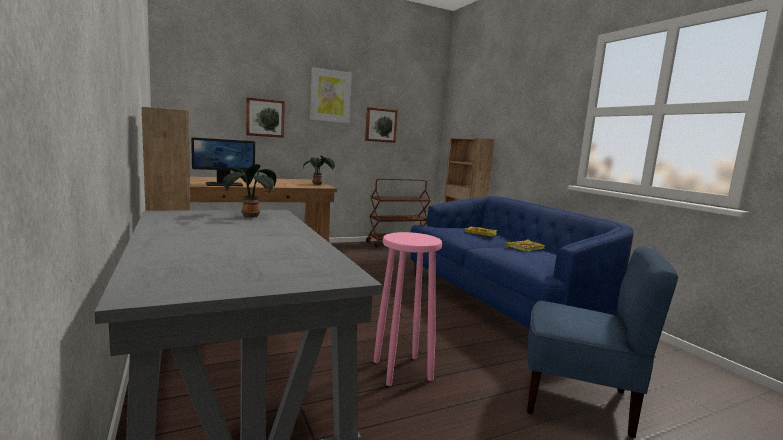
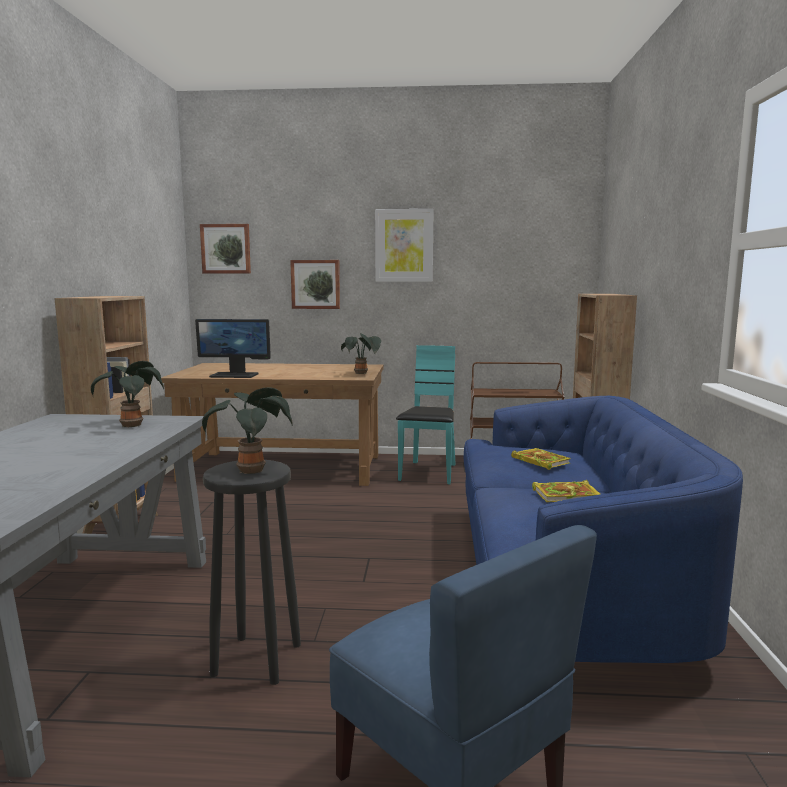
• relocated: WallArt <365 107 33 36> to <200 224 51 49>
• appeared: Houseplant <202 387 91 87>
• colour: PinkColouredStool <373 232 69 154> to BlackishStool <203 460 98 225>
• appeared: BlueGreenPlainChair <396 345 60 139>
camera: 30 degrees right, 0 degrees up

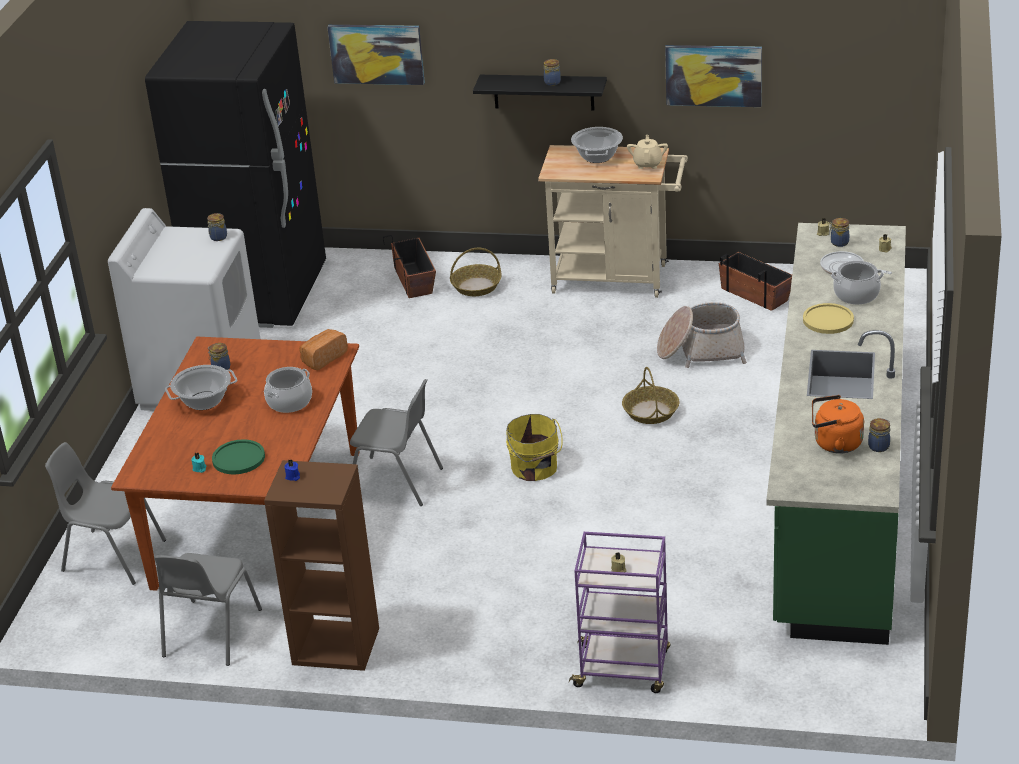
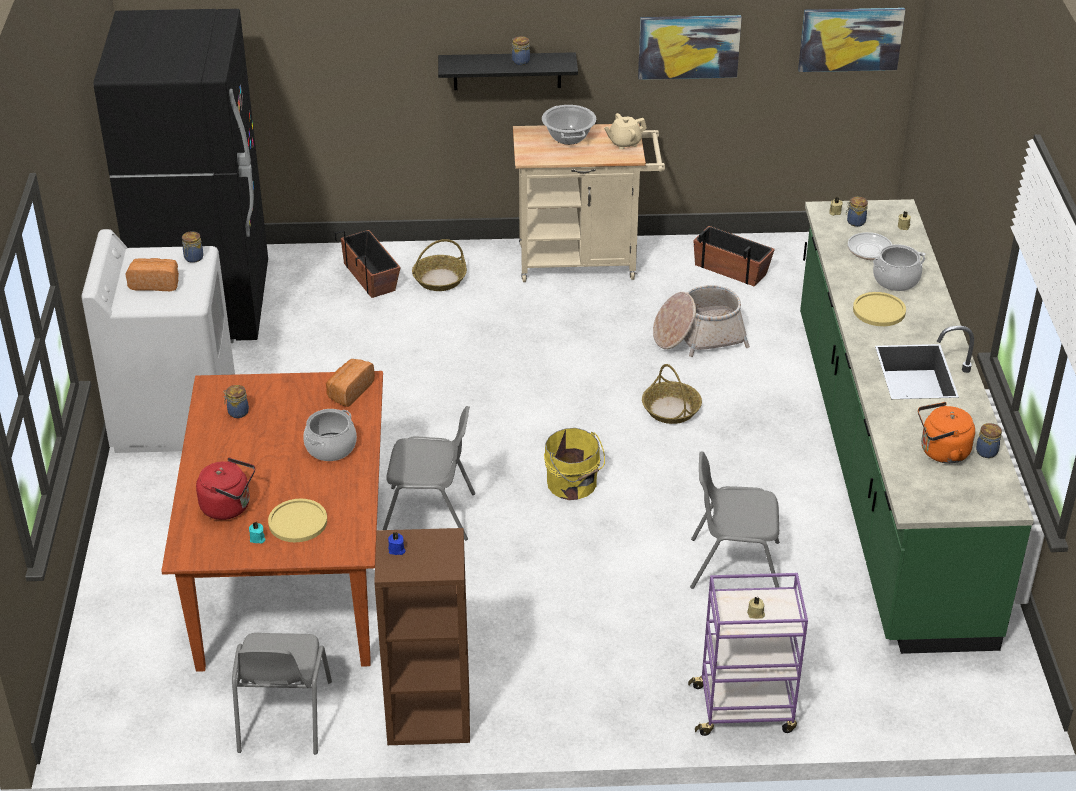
• appeared: BakedBread <125 258 54 33>
• appeared: ReddishKettle <196 458 59 62>
• colour: GreenPlate <212 439 53 35> to YellowPlate <268 499 59 43>
• spun: BeigeColouredTeaPot <627 135 41 34> = <604 113 43 37> 105 degrees counterclockwise
• relocated: GrayPlainChair <45 442 121 143> to <690 451 89 138>
• relocated: WallArt <327 25 98 60> to <798 8 107 64>
• missing: Stockpot <165 365 72 45>
camera: 15 degrees left, 5 degrees up

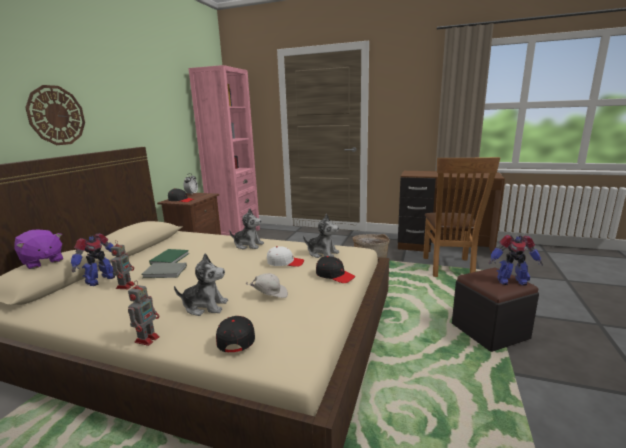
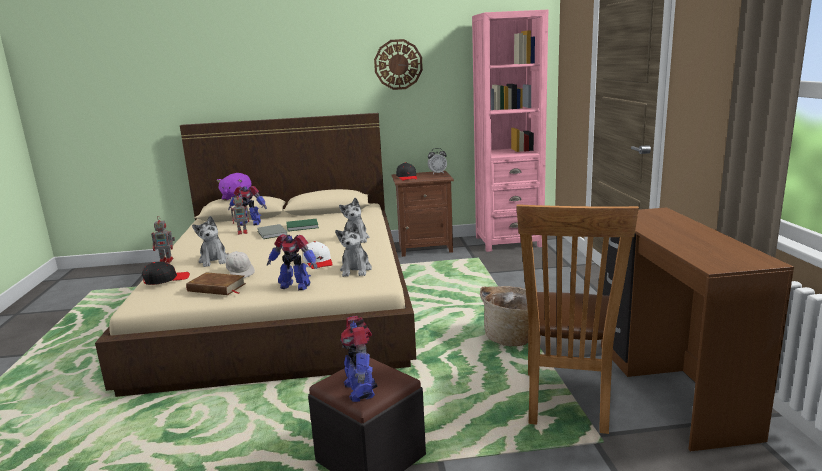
• appeared: BrownColouredVolume <186 272 60 23>
• exchanged: BlackishBaseballCap <316 256 39 27> to ToyRobot <267 234 50 56>
• relocated: HangingClock <25 85 60 60> to <374 39 49 51>
• spun: BrownColouredPlainChair <423 157 77 120> = <516 204 123 230> 60 degrees counterclockwise
camera: 65 degrees right, 0 degrees up

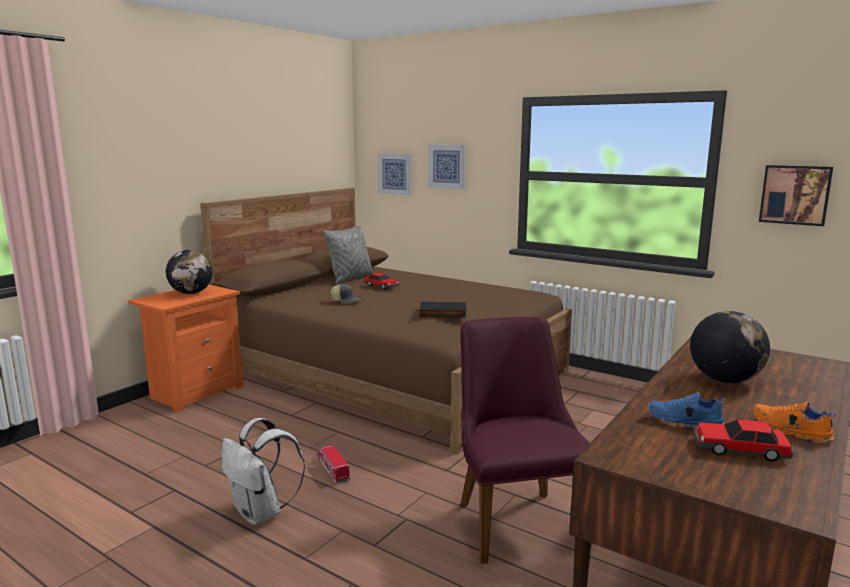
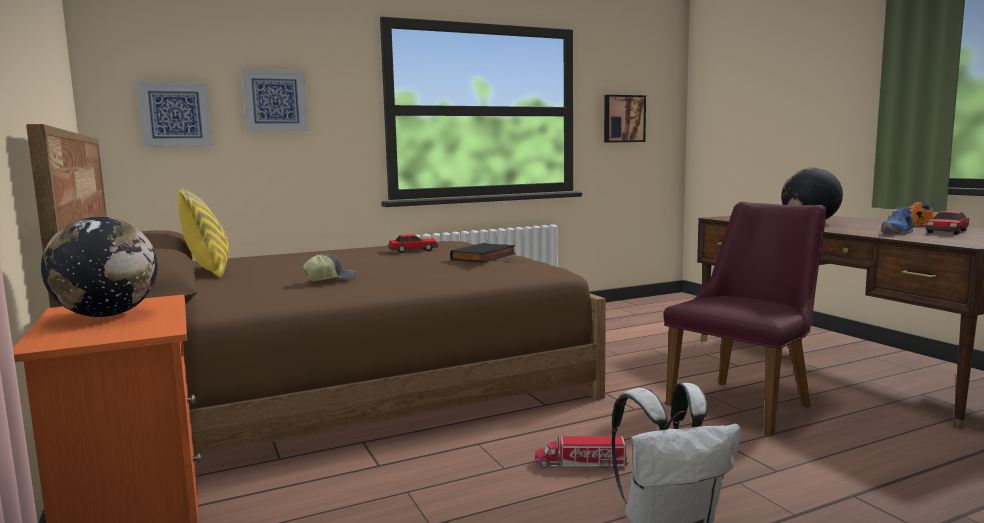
• colour: GrayCushion <323 225 51 59> to YellowCushion <177 188 52 90>
• relocated: MiniatureCar <364 273 35 16> to <388 234 50 19>
• spun: PurplishPlainChair <460 317 130 247> = <663 202 164 235> 120 degrees clockwise
camera: 60 degrees left, 5 degrees down

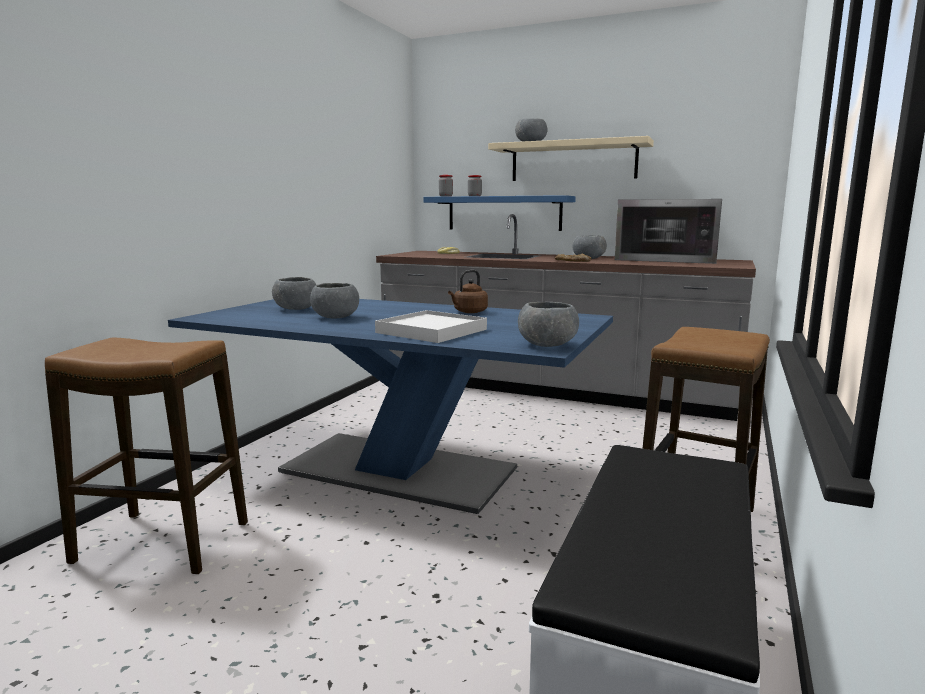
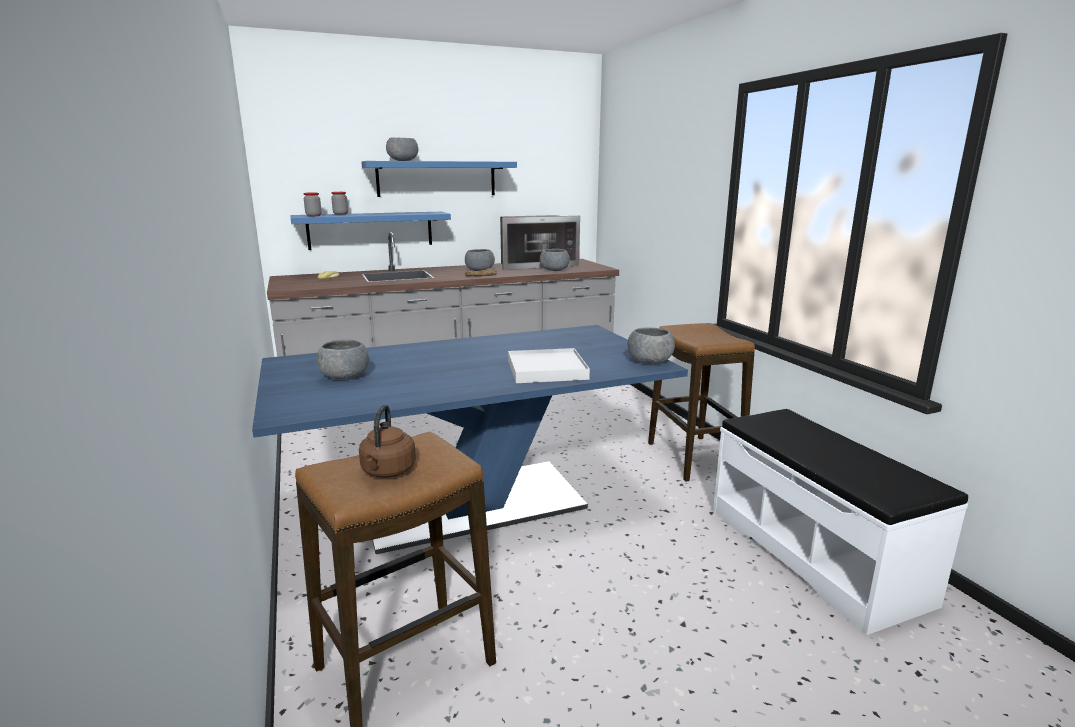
• relocated: BrownColouredKettle <448 270 40 43> to <359 405 57 73>
• colour: BeigeColouredWallShelf <488 136 166 45> to BlueColouredWallShelf <361 161 156 36>
• relocated: GrayDeepDish <310 283 49 36> to <540 249 30 22>
camera: 45 degrees left, 5 degrees up

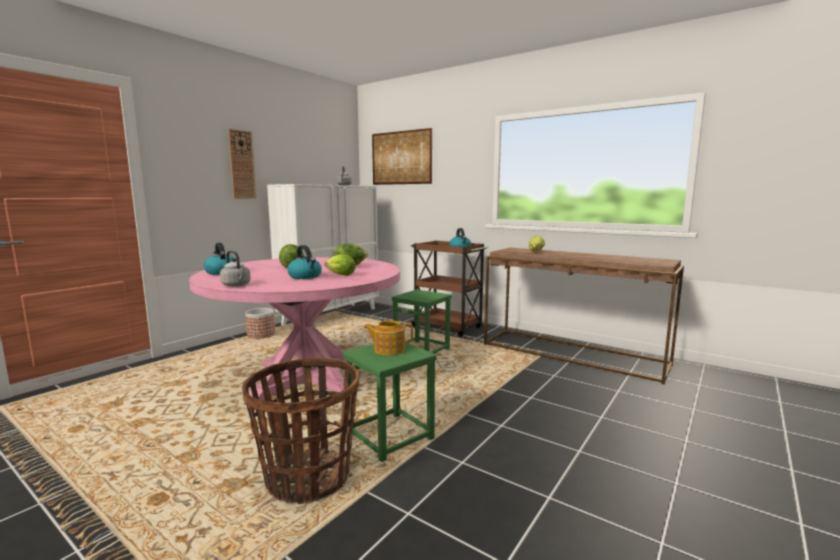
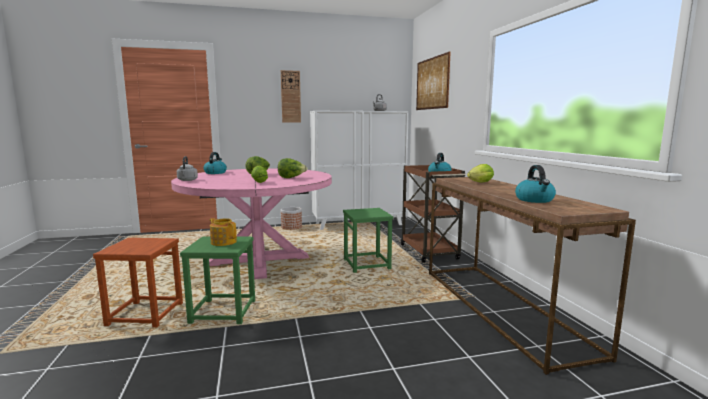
• exchanged: HouseholdBasket <242 358 117 146> to BrownColouredStool <93 238 90 89>
• relocated: Kettle <287 245 35 34> to <515 165 41 38>
camera: 40 degrees right, 0 degrees up

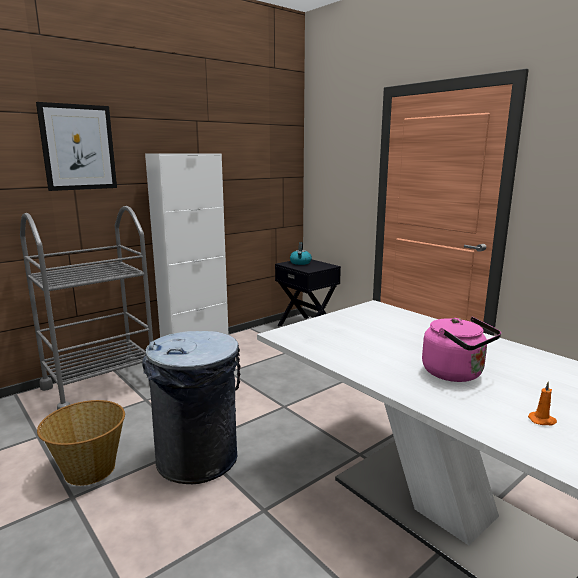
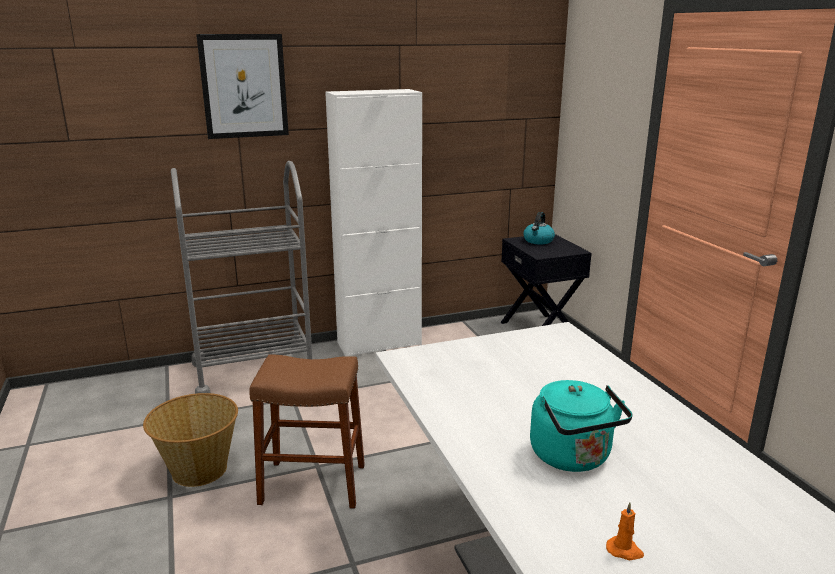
• exchanged: GrayTrashCan <142 331 98 153> to BrownColouredStool <249 354 116 155>
• colour: PinkColouredKettle <422 317 79 65> to BlueGreenKettle <530 380 103 92>
camera: 20 degrees right, 5 degrees up

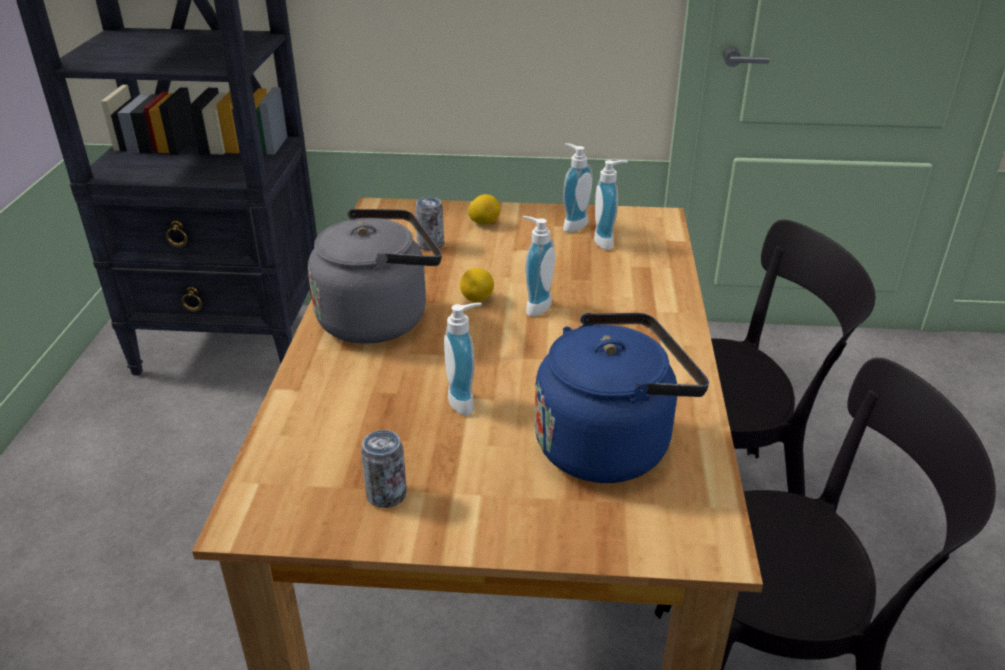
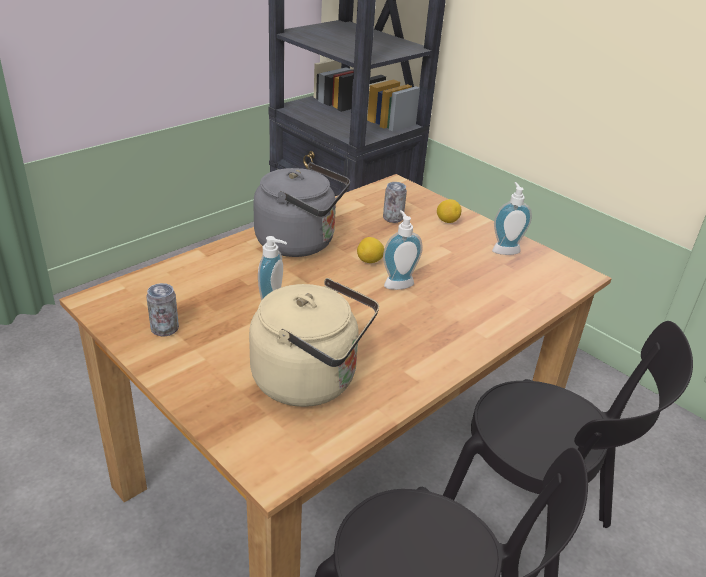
• colour: BlueColouredKettle <534 313 175 170> to BeigeColouredKettle <249 278 130 129>
• missing: SoapBottle <594 160 34 90>
camera: 40 degrees right, 0 degrees up

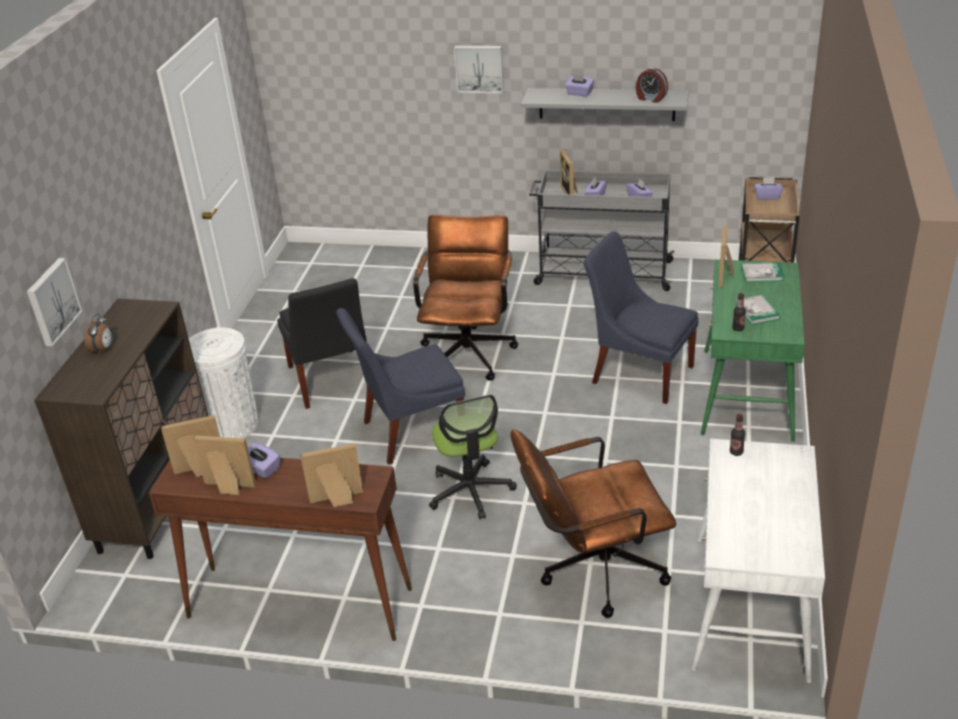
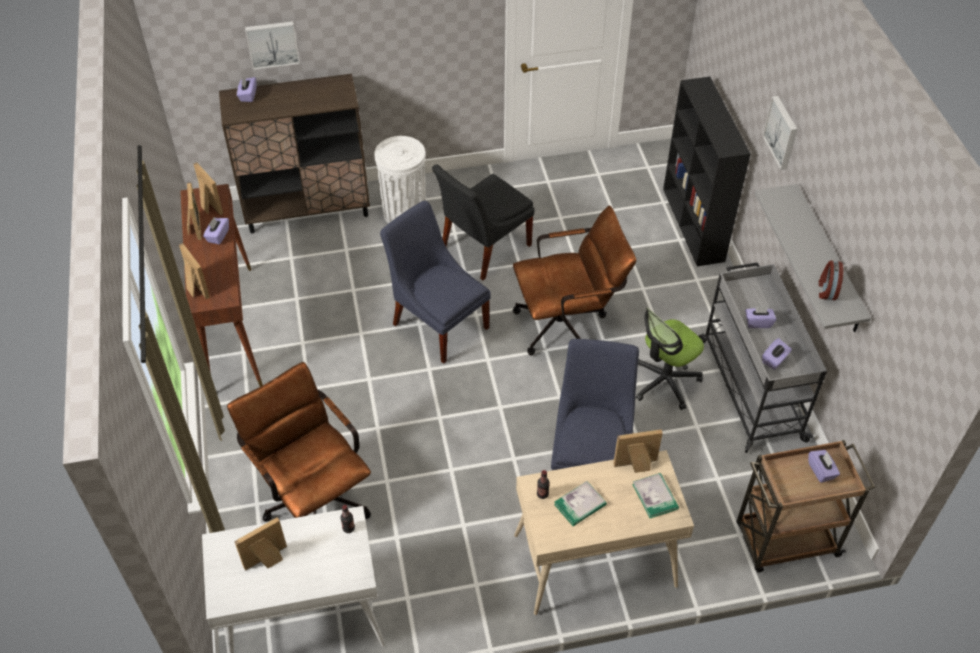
• relocated: PhotoFrame <560 150 18 45> to <234 517 53 54>
• relocated: PurplishTissueBox <565 75 29 22> to <237 77 20 25>
• colour: GreenDeskTable <701 259 104 183> to BeigeColouredDeskTable <514 450 180 165>
• relocated: OfficeChair <429 395 88 124> to <636 308 68 102>
• appeared: BlackishBookcase <663 77 87 189>
• missing: TableClock <84 314 29 40>
camera: 65 degrees right, 15 degrees up

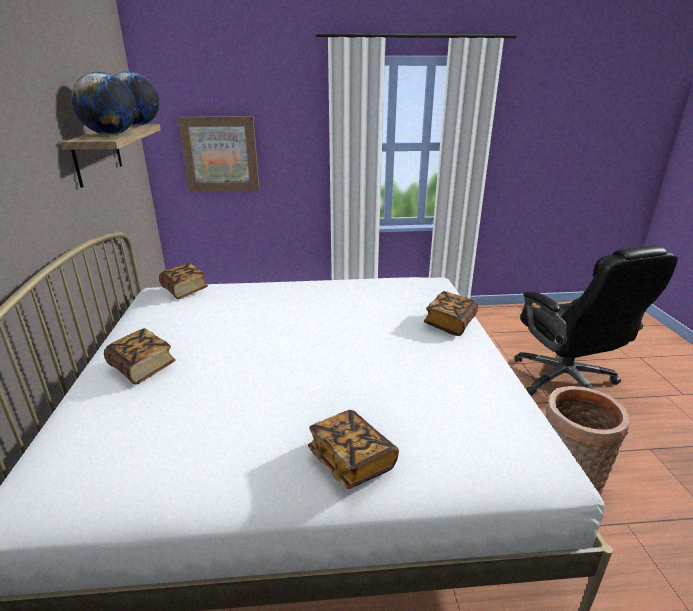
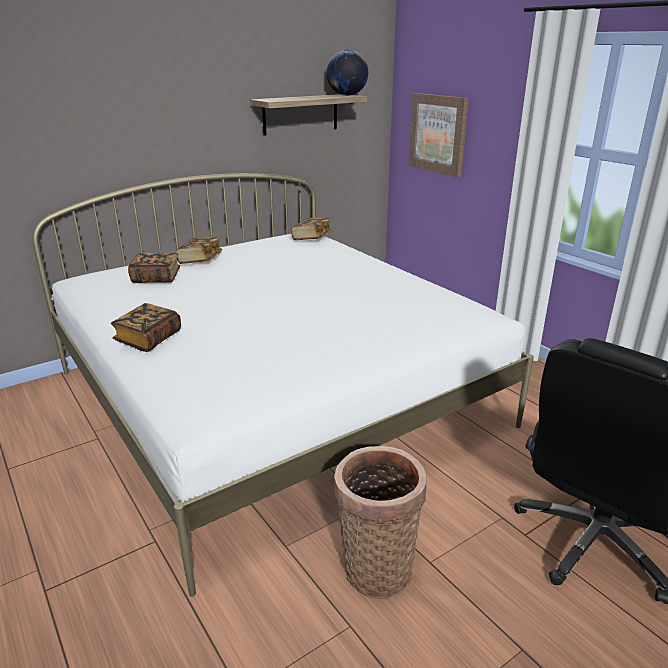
• relocated: Volume <424 291 54 45> to <128 253 52 30>
• missing: DeskGlobe <71 72 65 63>
camera: 60 degrees right, 0 degrees up

